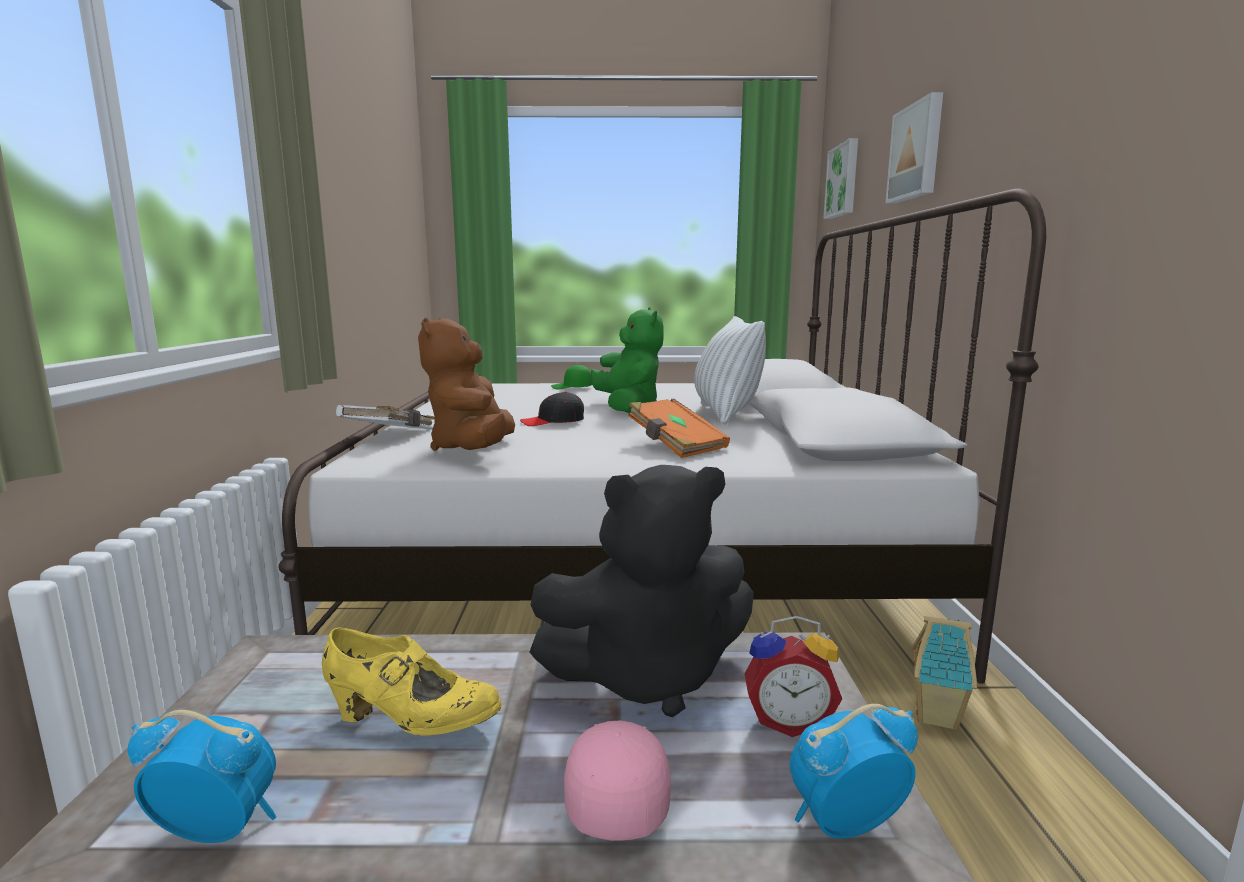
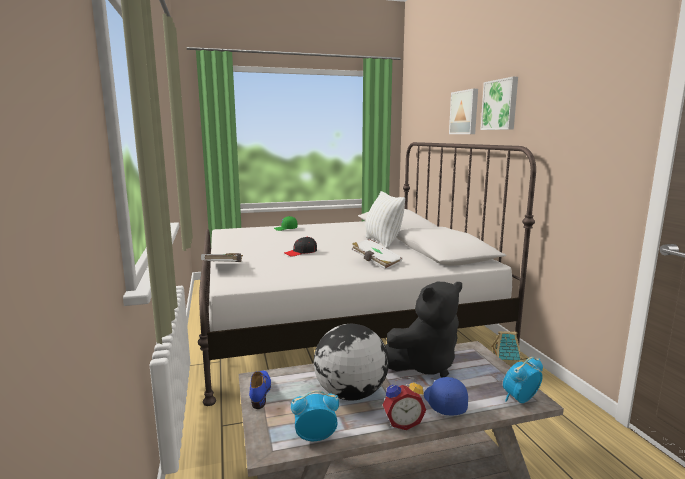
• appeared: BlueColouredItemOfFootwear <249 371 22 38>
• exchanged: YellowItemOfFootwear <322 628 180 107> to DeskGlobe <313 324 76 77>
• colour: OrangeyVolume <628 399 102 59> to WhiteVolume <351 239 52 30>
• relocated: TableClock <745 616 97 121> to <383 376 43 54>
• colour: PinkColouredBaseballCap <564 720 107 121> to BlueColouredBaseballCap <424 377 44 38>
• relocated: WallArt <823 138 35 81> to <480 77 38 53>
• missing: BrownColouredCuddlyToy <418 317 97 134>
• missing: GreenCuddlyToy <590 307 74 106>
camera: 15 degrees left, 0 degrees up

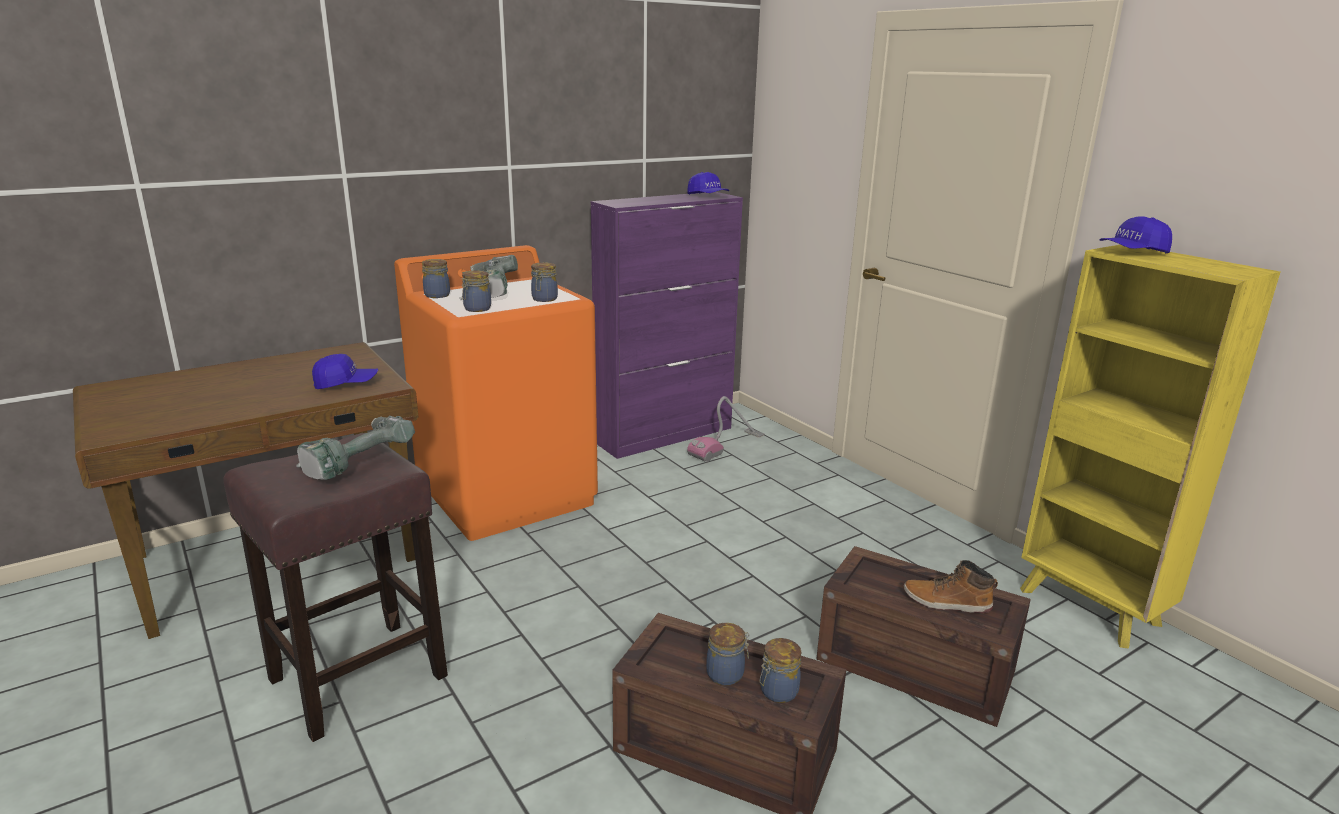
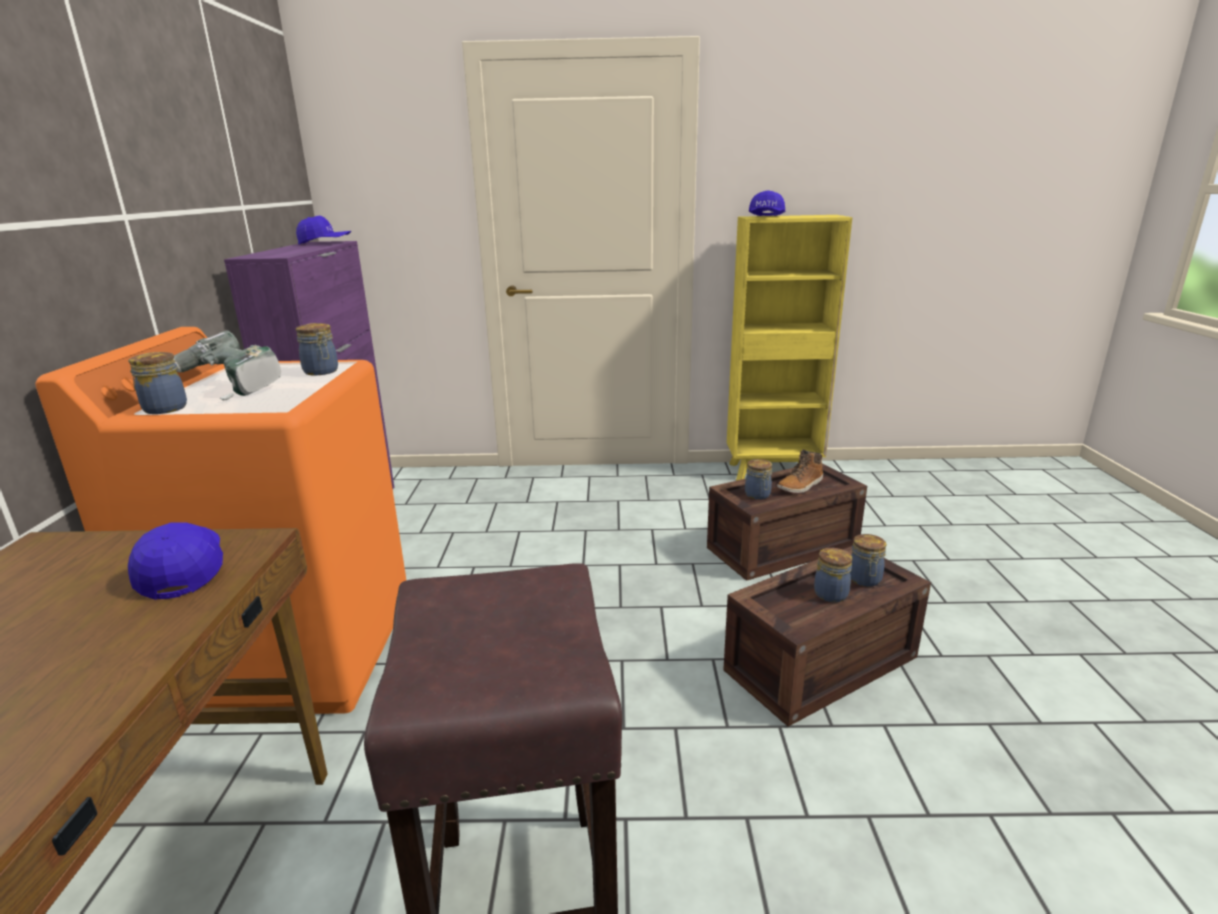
• spun: BlueColouredBaseballCap <312 354 66 35> = <128 522 95 78> 45 degrees counterclockwise
• relocated: Jar <461 270 30 42> to <745 459 27 41>
• missing: PowerDrill <296 416 119 64>
• missing: Hoover <687 396 77 66>
camera: 55 degrees left, 0 degrees up

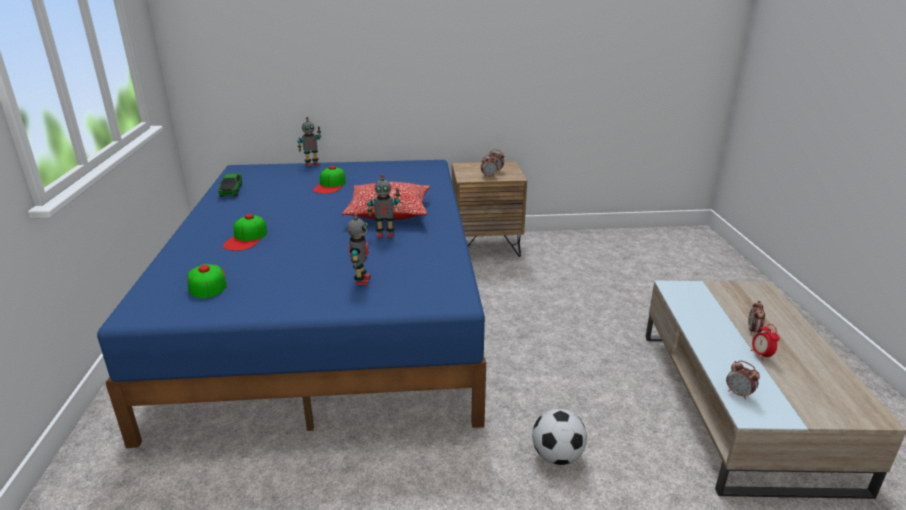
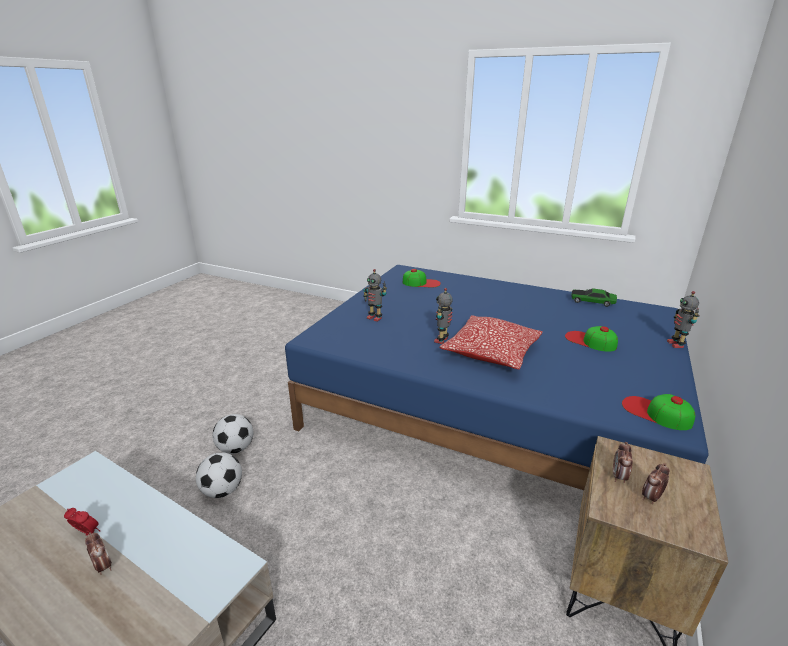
• appeared: Football <196 452 46 46>
• relocated: BaseballCap <223 214 44 37> to <622 394 73 36>
• missing: TableClock <726 360 34 40>
camera: 120 degrees right, 0 degrees up

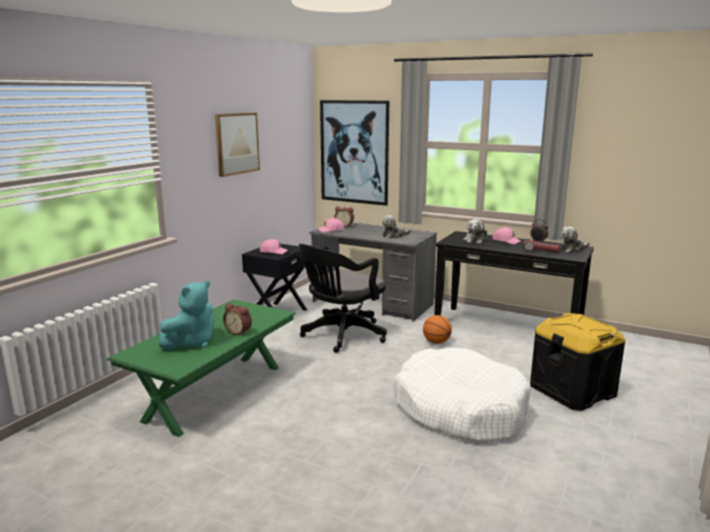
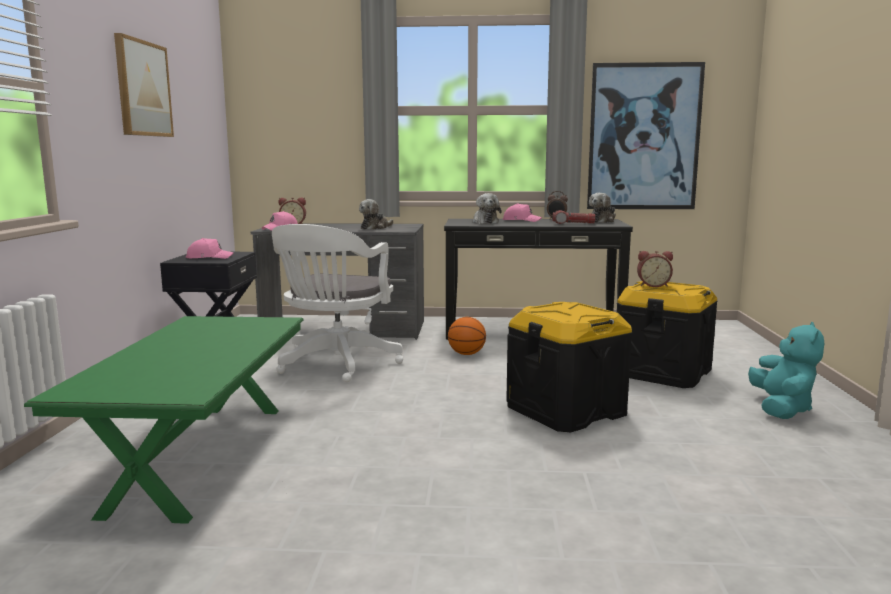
• colour: BlackishOfficeChair <299 244 88 109> to WhiteOfficeChair <272 224 131 158>
• exchanged: WhitePetBed <394 348 137 96> to BlackishStorageContainer <506 302 126 130>
• relocated: WallArt <320 100 69 106> to <587 62 118 147>
• relocated: TableClock <223 303 29 32> to <637 251 36 36>
• relocated: BlueGreenCuddlyToy <159 281 56 69> to <748 322 76 97>
camera: 25 degrees left, 5 degrees down

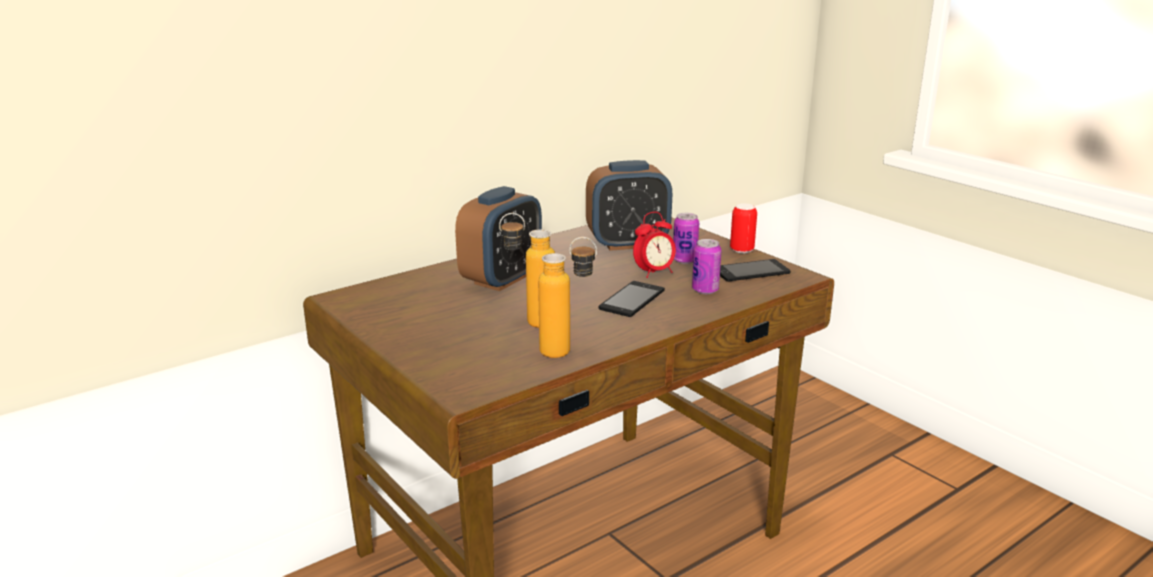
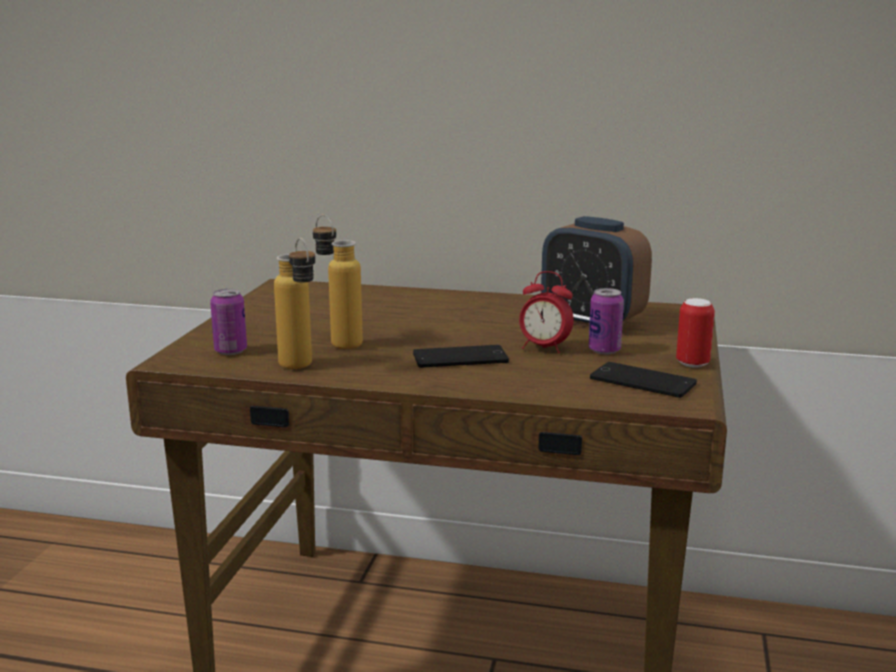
• relocated: Can <692 239 29 55> to <210 289 37 66>
• missing: TableClock <455 186 87 105>
camera: 50 degrees right, 5 degrees down

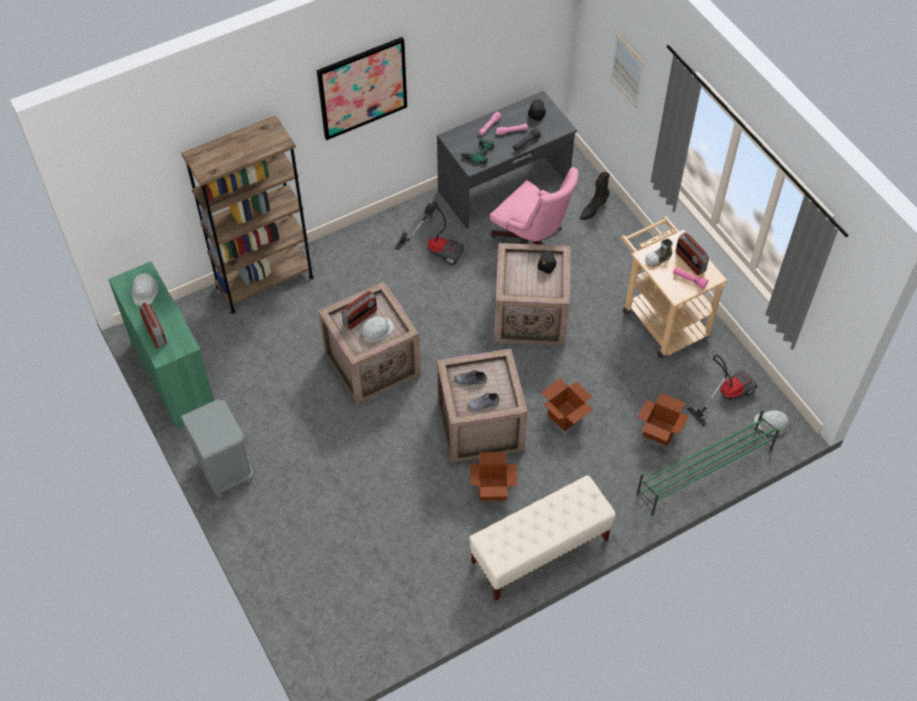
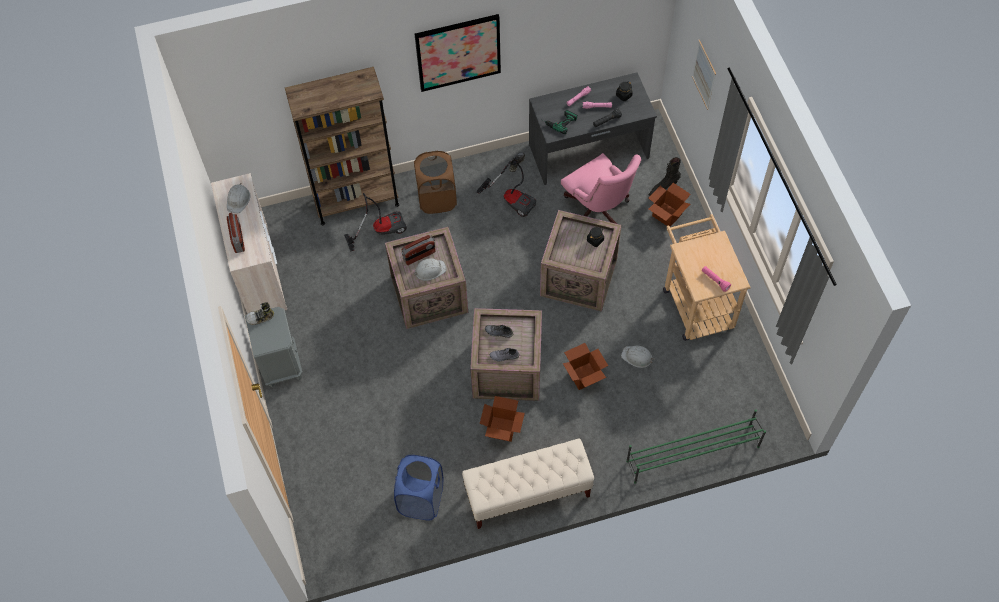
• colour: GreenDrawerChest <108 261 106 168> to BeigeColouredDrawerChest <211 173 76 141>
• relocated: ItemOfFootwear <645 239 28 28> to <246 302 28 23>
• relocated: Hoover <687 355 71 71> to <344 193 63 59>
• appeared: BlueColouredWashingBasket <394 455 50 66>
• appeared: BrownColouredWashingBasket <414 151 43 63>
• relocated: WhiteSafetyHelmet <754 410 38 25> to <621 346 34 22>
• relocated: CardboardBox <638 393 51 53> to <648 183 43 44>
• missing: Radio <676 232 33 43>
camera: 15 degrees right, 5 degrees up

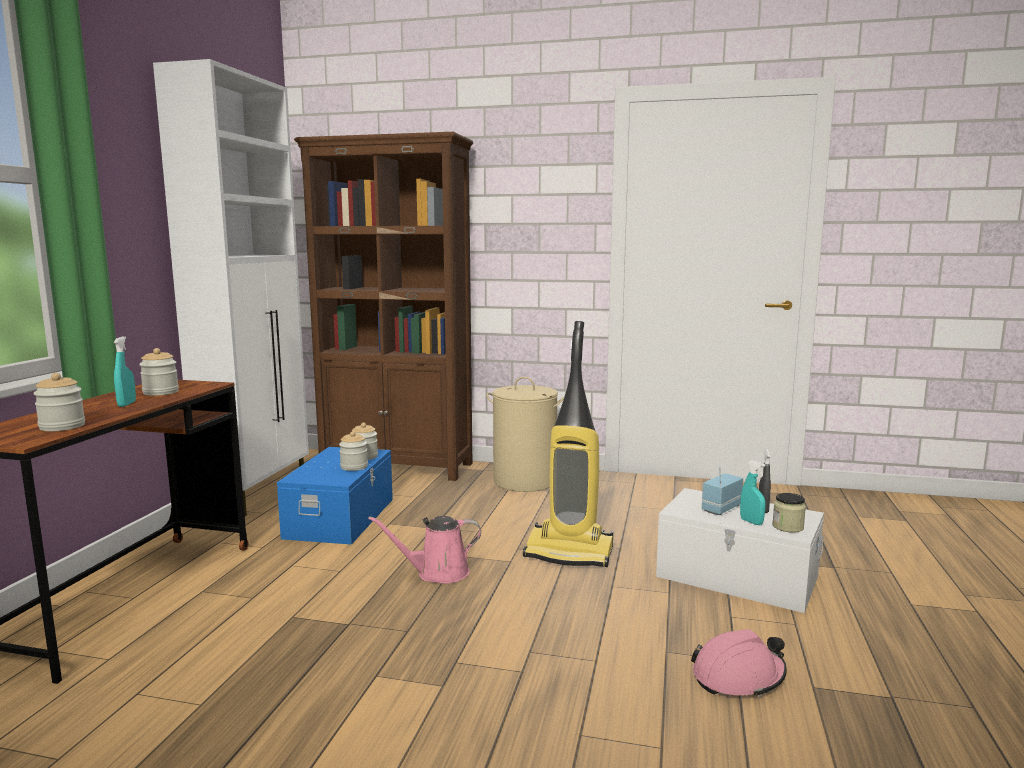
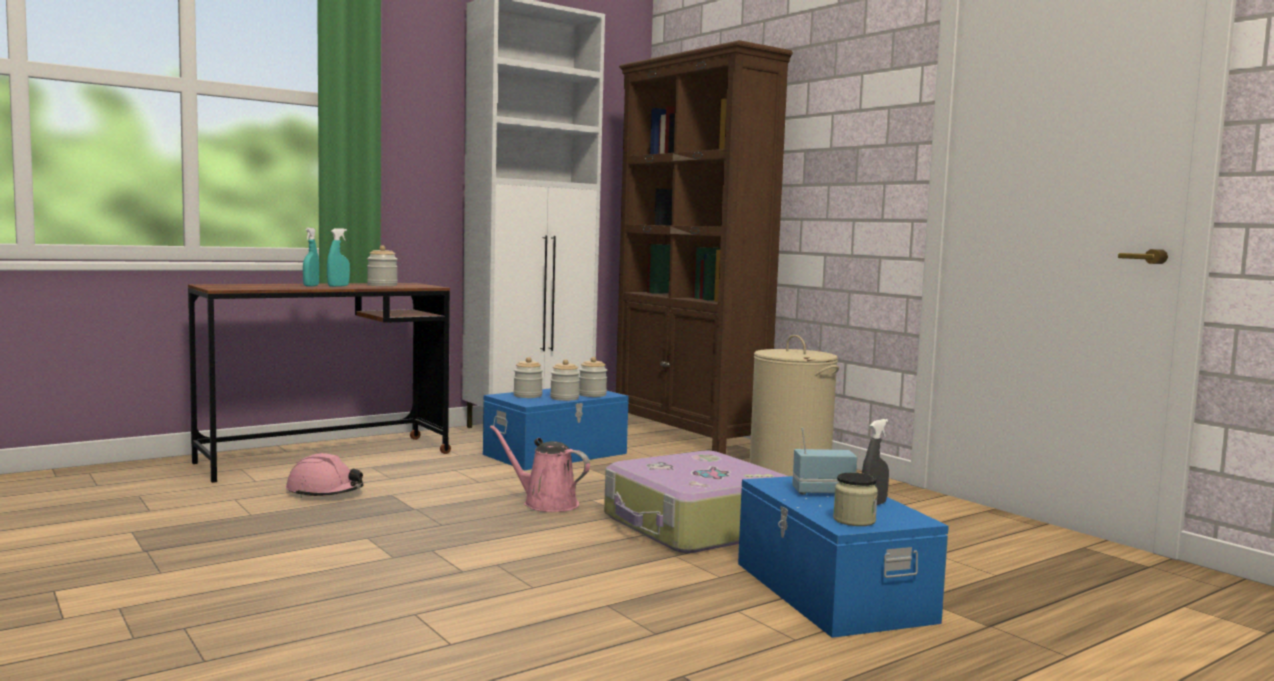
• relocated: PinkColouredSafetyHelmet <691 629 96 69> to <286 453 78 44>
• relocated: BlueGreenSprayBottle <740 460 26 65> to <303 228 16 58>
• relocated: Jar <33 373 52 58> to <513 357 30 41>
• exchanged: Hoover <523 321 90 246> to TravelCase <604 451 184 102>
• colour: WhiteStorageContainer <656 488 168 125> to BlueColouredStorageContainer <738 476 211 162>
camera: 40 degrees right, 5 degrees down

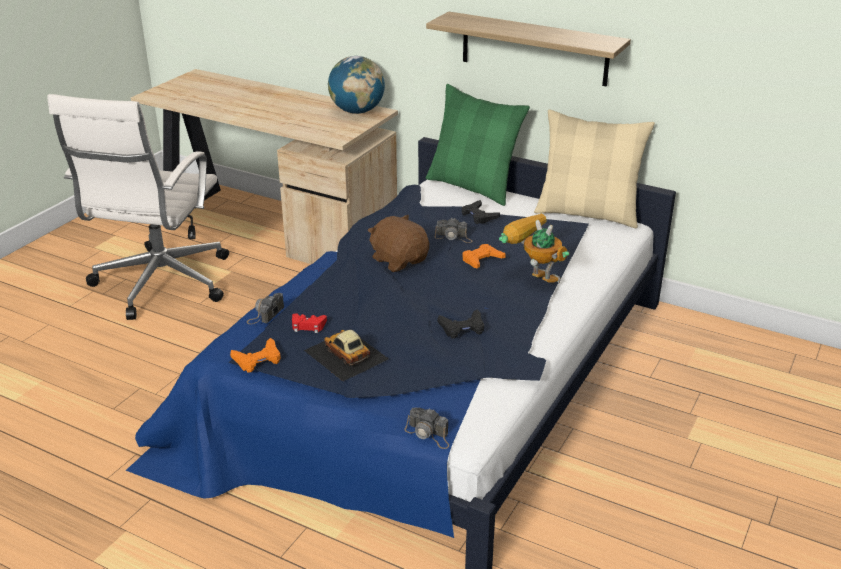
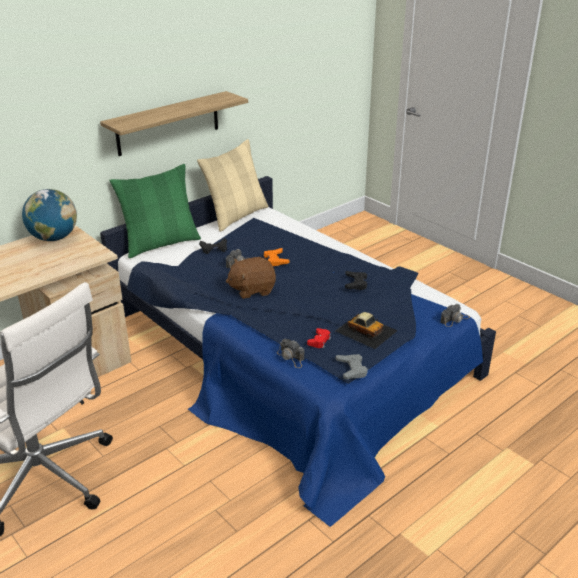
• spun: MiniatureCar <304 330 85 51> = <336 312 62 37> 120 degrees counterclockwise
• colour: OrangeyGamepad <230 338 51 35> to GrayGamepad <336 354 32 25>
• missing: ToyRobot <499 214 71 69>
camera: 70 degrees left, 0 degrees up

